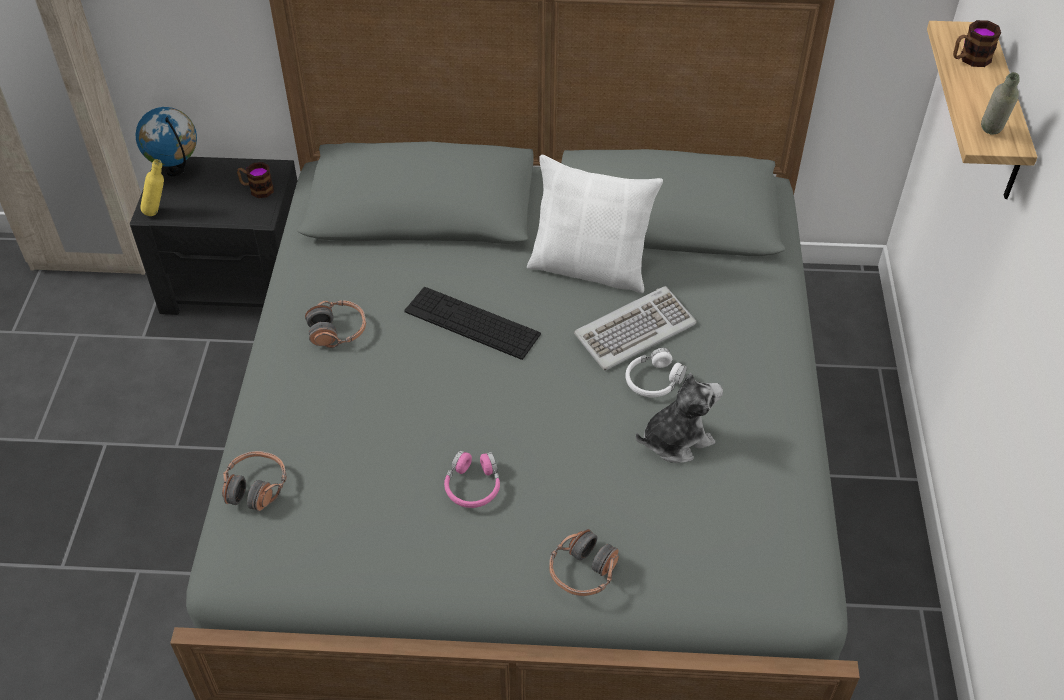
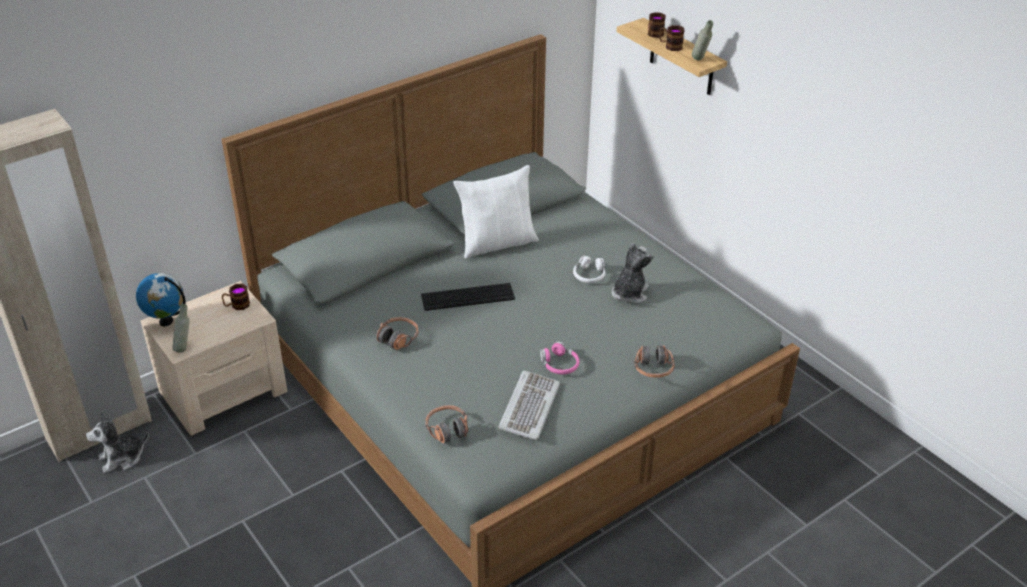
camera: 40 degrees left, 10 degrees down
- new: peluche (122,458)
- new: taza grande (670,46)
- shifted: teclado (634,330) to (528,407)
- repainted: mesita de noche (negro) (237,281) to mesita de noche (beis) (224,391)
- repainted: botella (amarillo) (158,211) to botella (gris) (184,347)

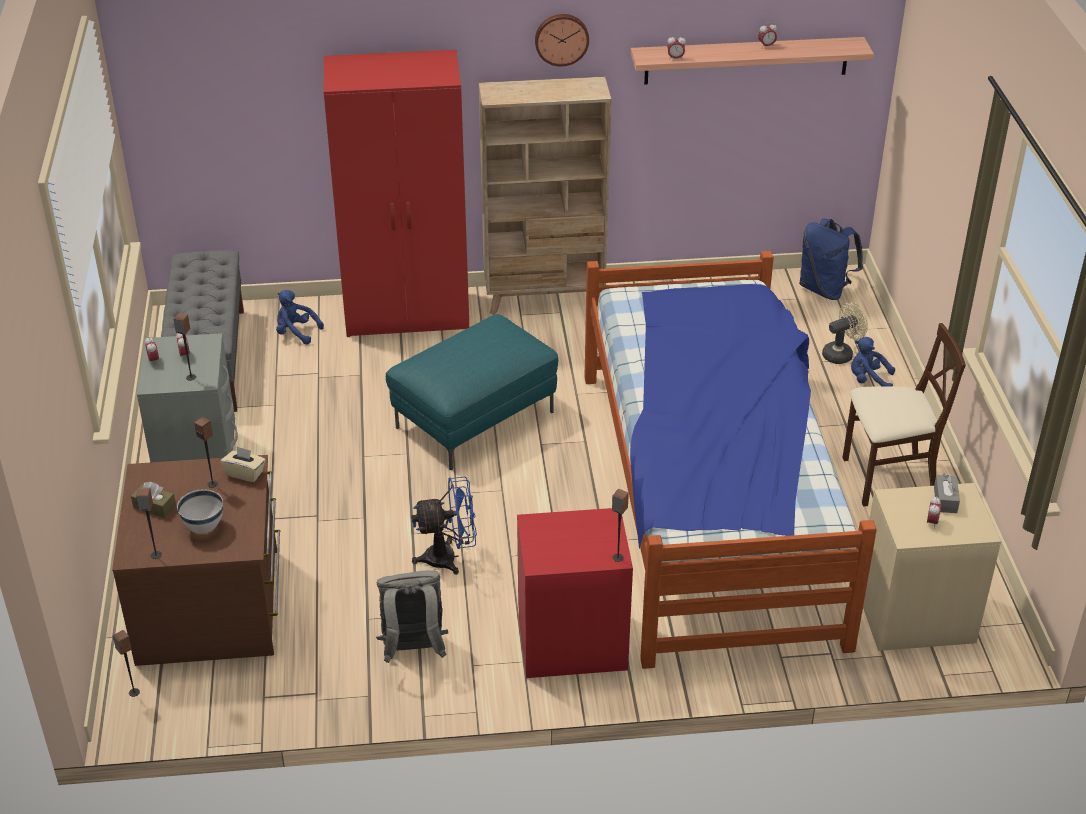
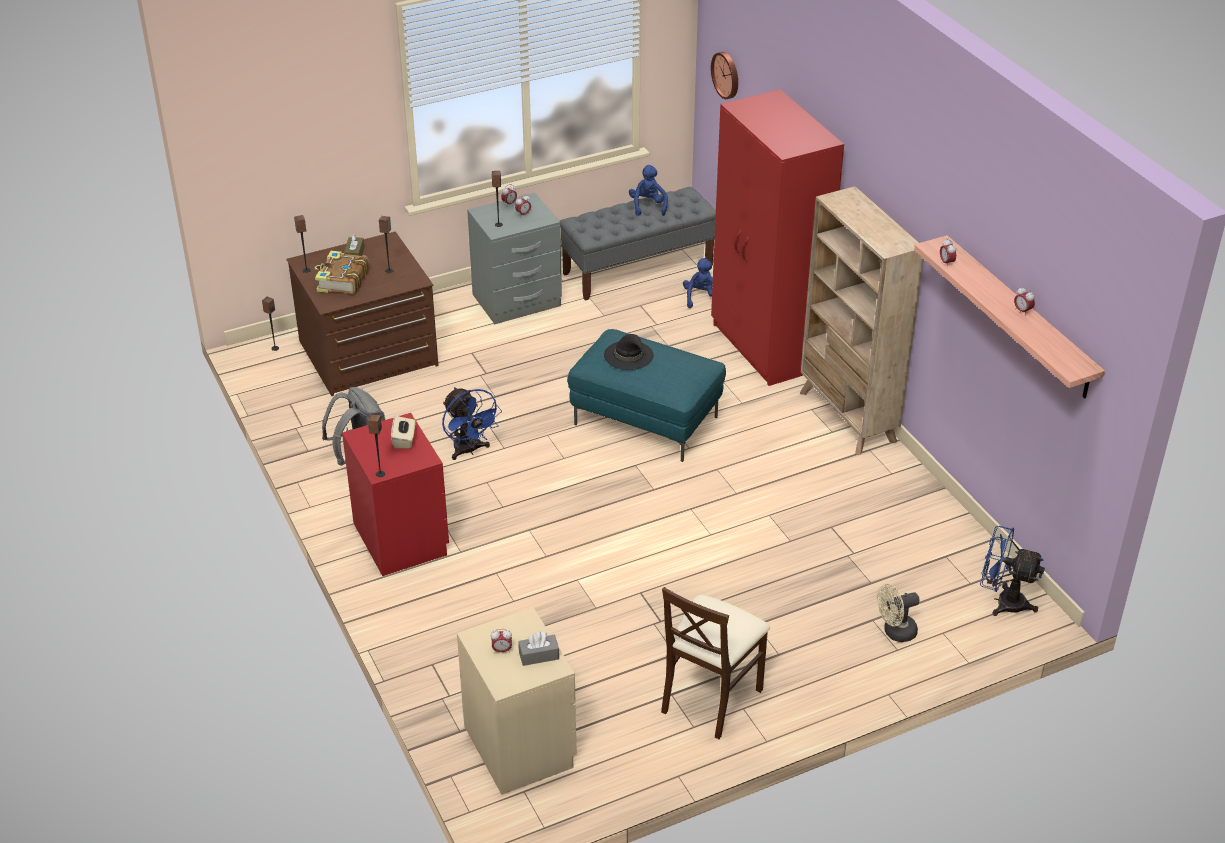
camera: 70 degrees right, 0 degrees up
- gone: cama (709,501)
- new: sombrero (negro) (629,355)
- shifted: caja de pañuelos (beis) (245,473) to (404,440)
- shifted: reloj de pared (561,38) to (727,75)
- shifted: peluche (azul) (868,380) to (648,206)
- swapped: cuenco (blanco) (204,527) to libro (342,281)
- swapped: mochila (azul) (825,289) to ventilador (azul) (1003,601)
- rotated: ventilador (beis) (841,354) = (895,632) 120 degrees clockwise
- rotated: silla (beis) (887,478) = (710,698) 60 degrees clockwise

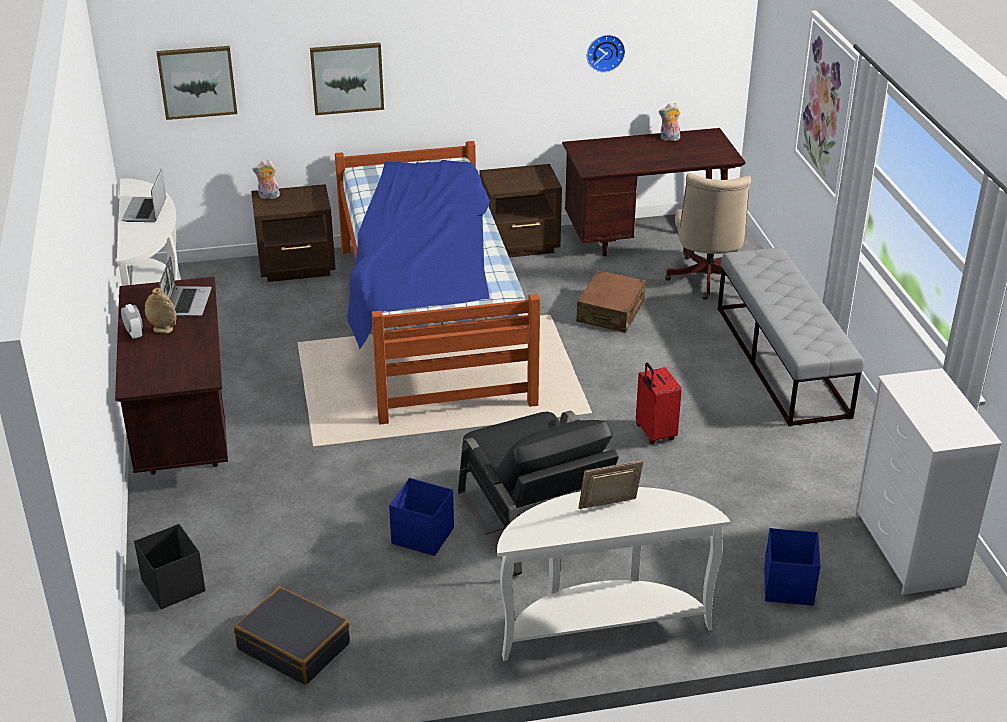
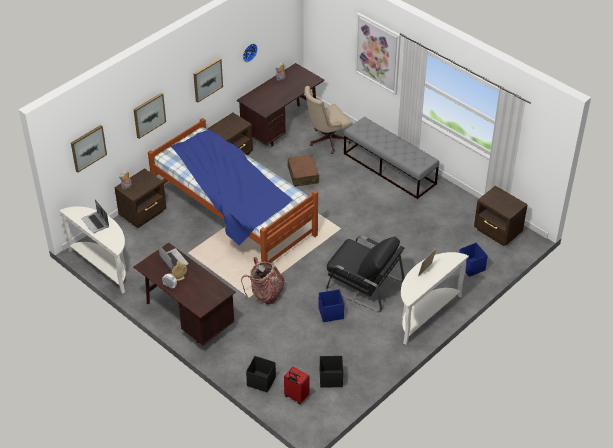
camera: 35 degrees left, 10 degrees up
- new: cuadro (207,79)
- new: mochila (265,294)
- shifted: maleta (rojo) (654,433) to (296,397)
- swapped: maleta (negro) (294,646) to caja de almacenaje (negro) (330,379)
- swapped: cómoda (blanco) (909,550) to mesita de noche (marrón) (497,232)
- rotated: silla de oficina (beis) (706,281) = (326,141) 90 degrees clockwise

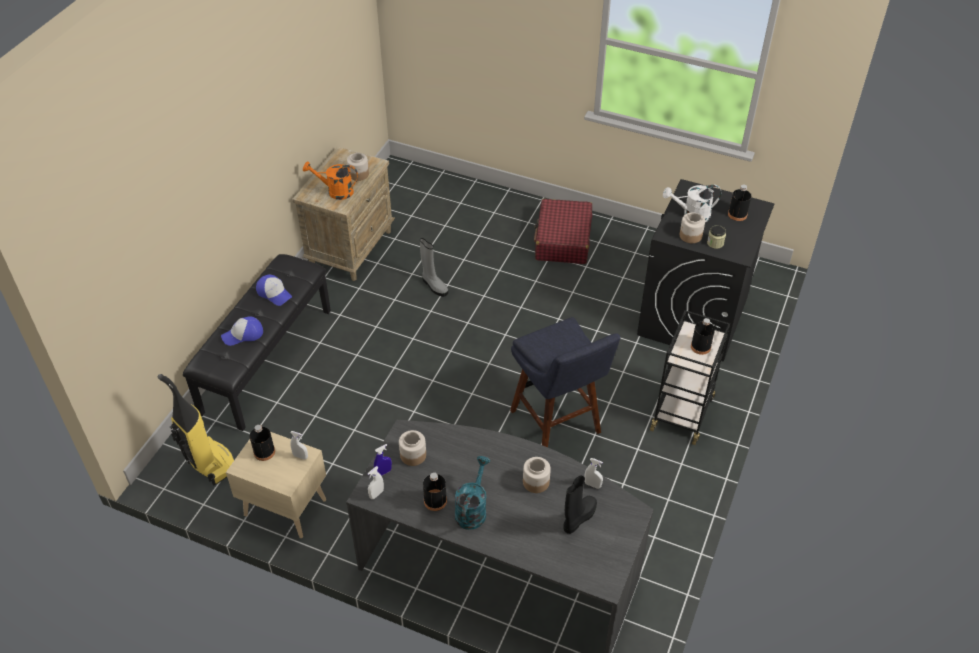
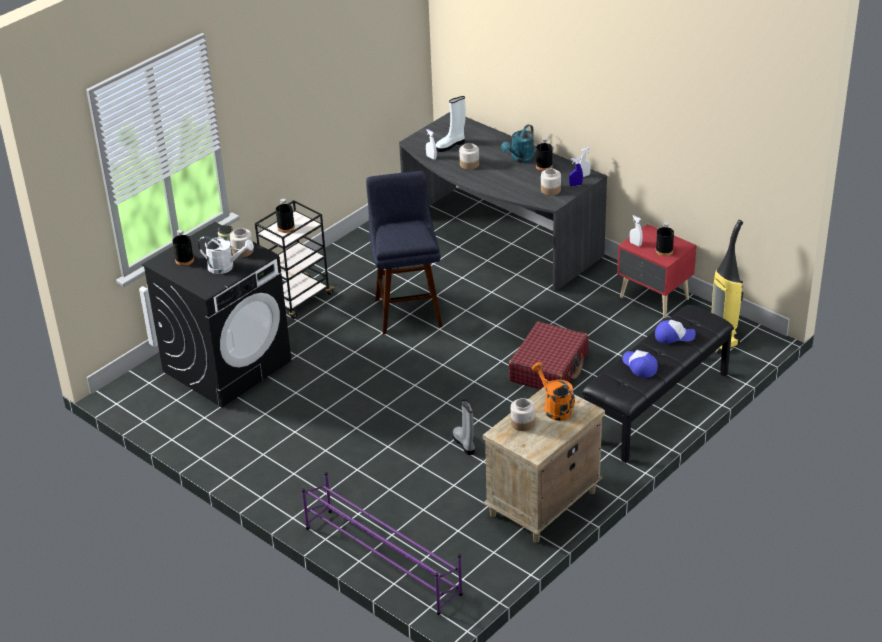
camera: 160 degrees left, 10 degrees down
- new: zapatero (morado) (382,560)
- shifted: maleta (rojo) (563,240) to (549,368)
- repainted: mesita de noche (beis) (285,506) to mesita de noche (rojo) (654,299)
- repainted: bota (negro) (578,518) to bota (blanco) (451,145)
- rotated: regadera (naranja) (335,191) = (554,408) 150 degrees counterclockwise

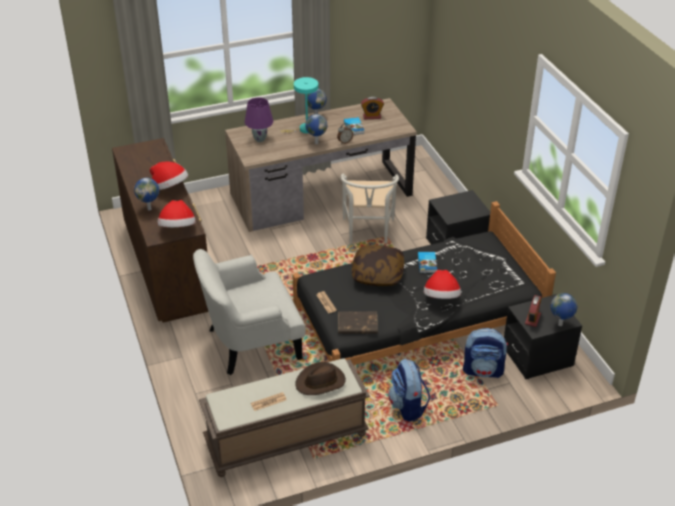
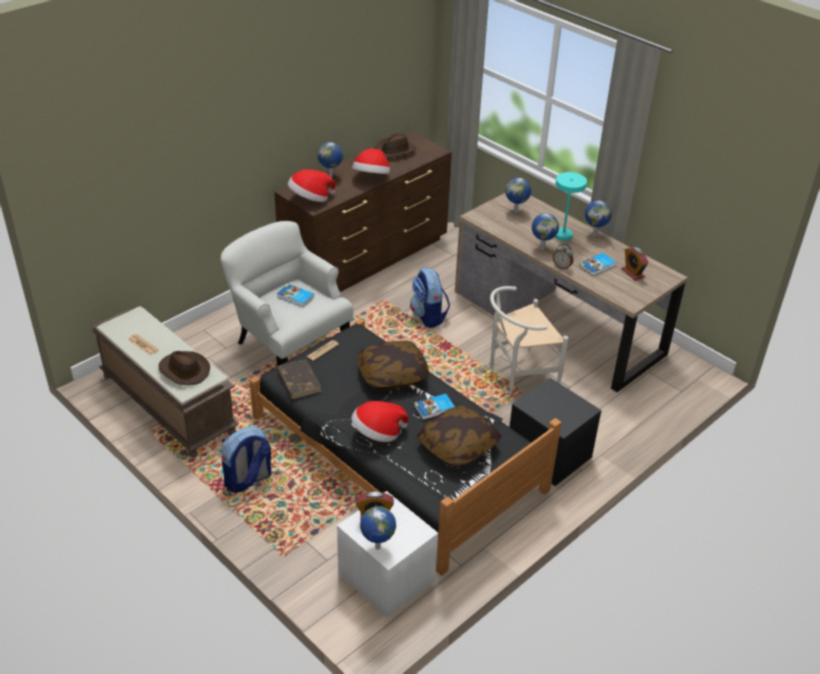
camera: 65 degrees right, 0 degrees up
- new: libro (295,297)
- new: sombrero (marrón) (394,151)
- new: cojín (458,446)
- shifted: mochila (483,370) to (428,316)
- swapped: lámpara de mesa (morado) (260,139) to globo terráqueo (516,212)
- repainted: mesita de noche (negro) (537,357) to mesita de noche (blanco) (386,578)

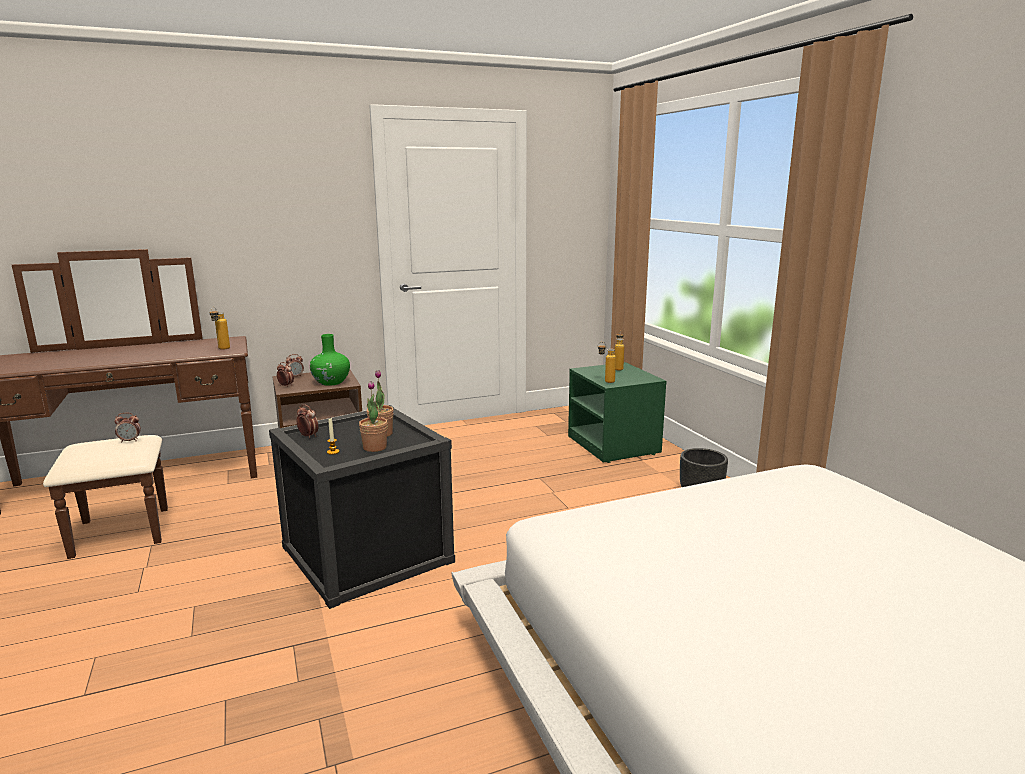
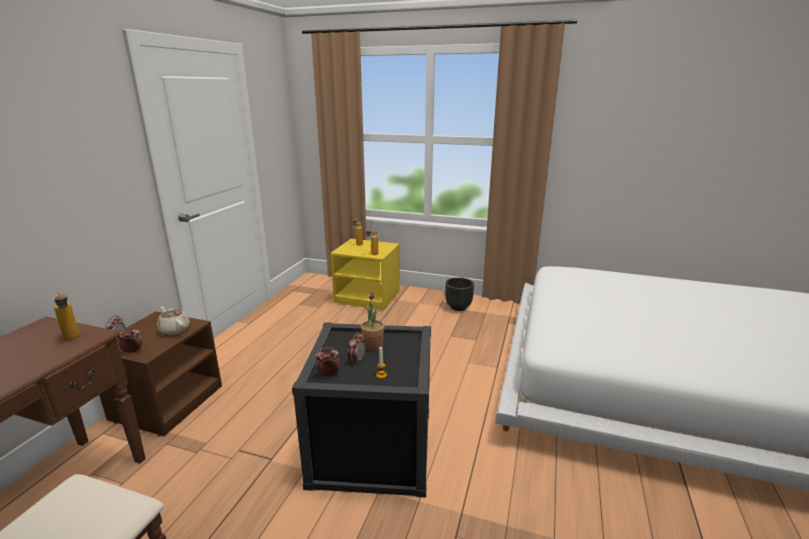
camera: 50 degrees left, 5 degrees up
- gone: planta en maceta (374,447)
- shifted: despertador (130,441) to (357,360)
- swapped: florero (verde) (331,382) to tetera (beis) (174,329)
- repainted: mesita de noche (verde) (614,445) to mesita de noche (amarillo) (368,297)

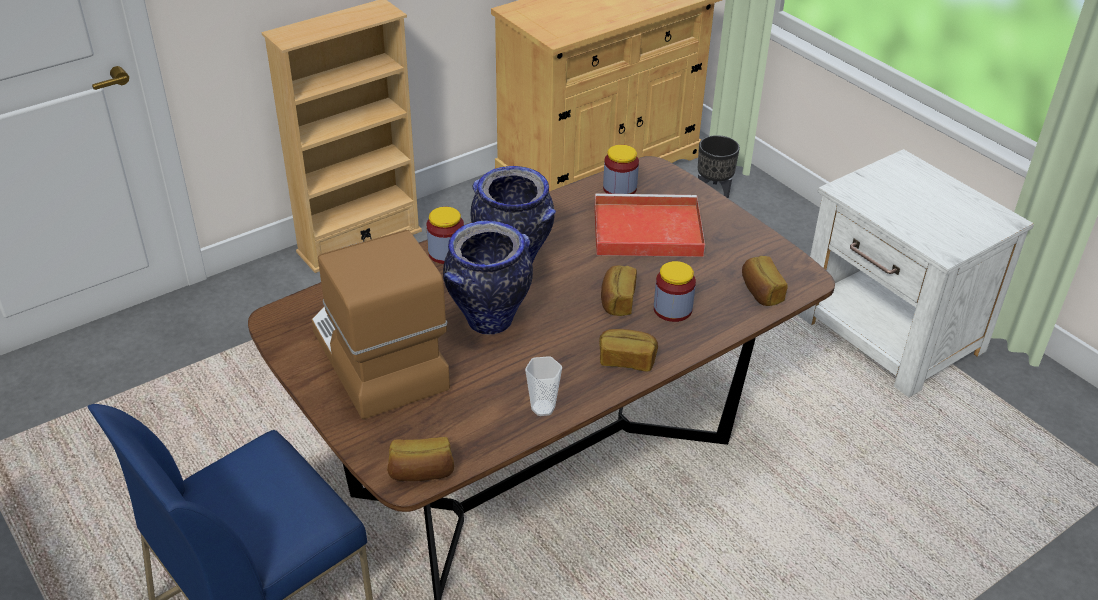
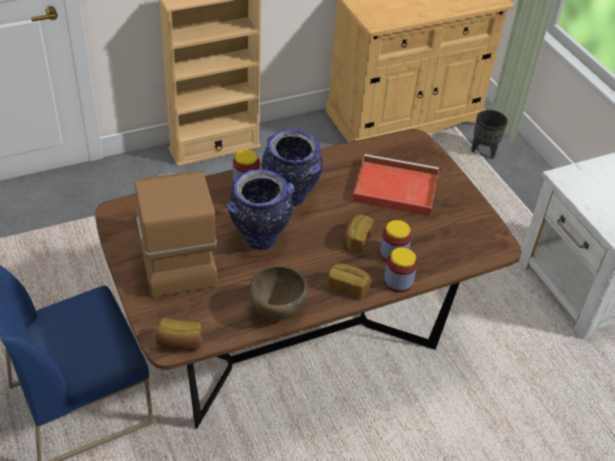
camera: 10 degrees right, 5 degrees up
- gone: pan (760,292)
- shifted: tarro (619,188) to (398,281)
- swapped: taza (543,408) to cuenco (marrón) (277,312)

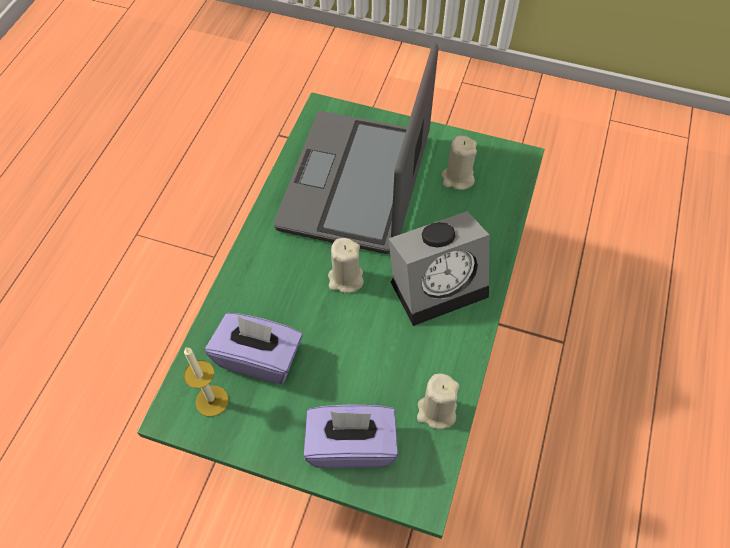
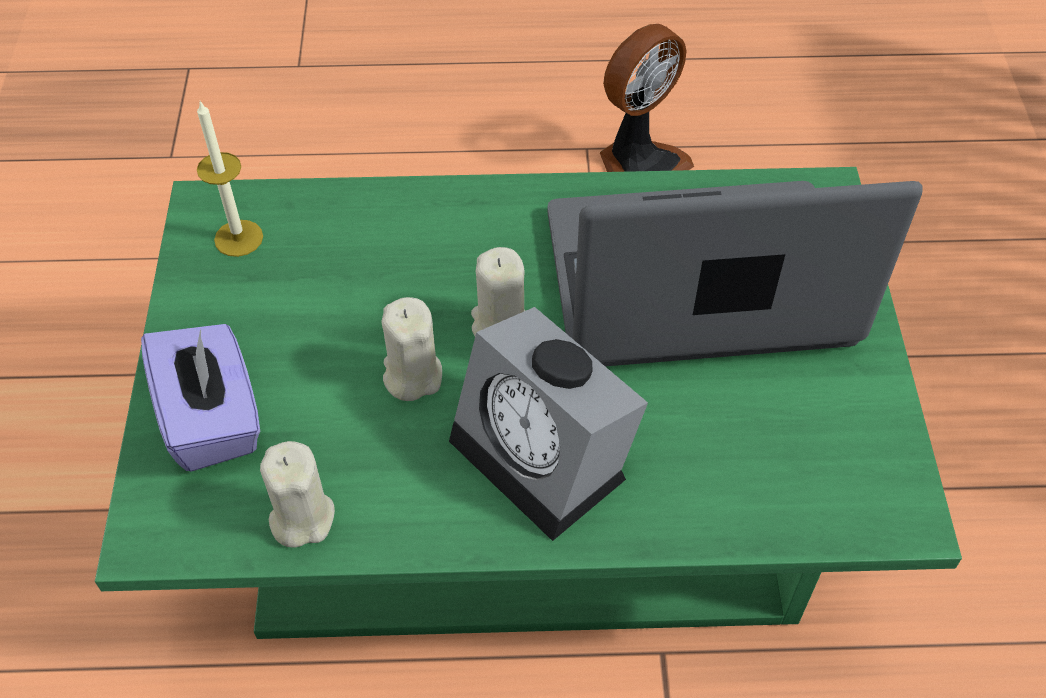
camera: 70 degrees right, 5 degrees down
- gone: caja de pañuelos (morado) (259,358)
- new: ventilador (639,165)
- shifted: vela (beis) (457,178) to (412,375)

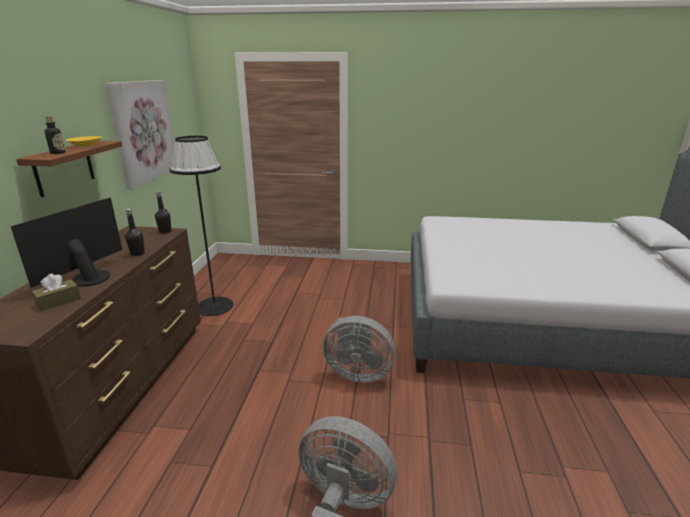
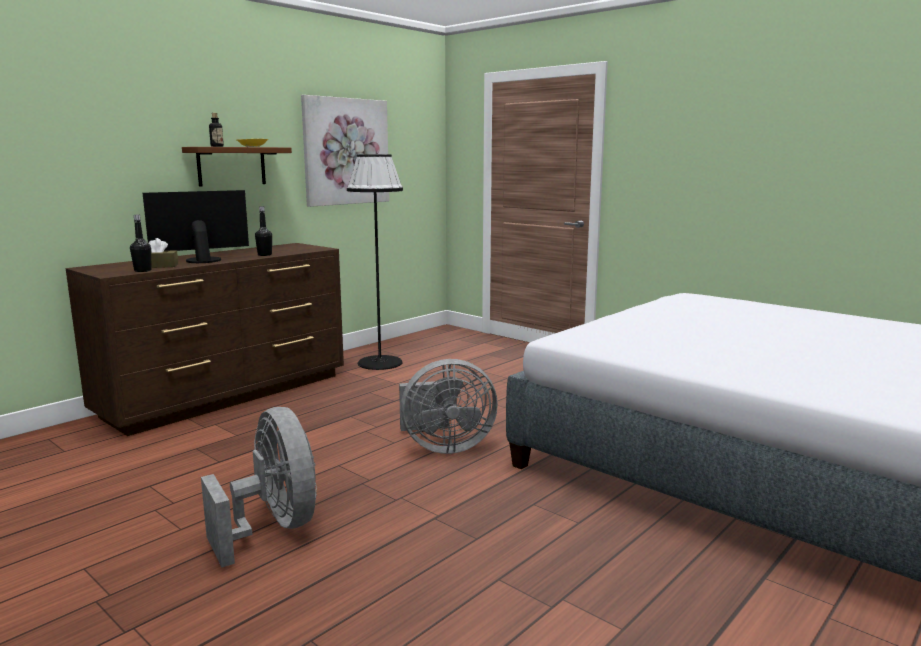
camera: 35 degrees right, 10 degrees down
- shifted: botella (negro) (165,231) to (143,270)
- rotated: ventilador (gris) (357,373) = (444,446) 60 degrees counterclockwise

